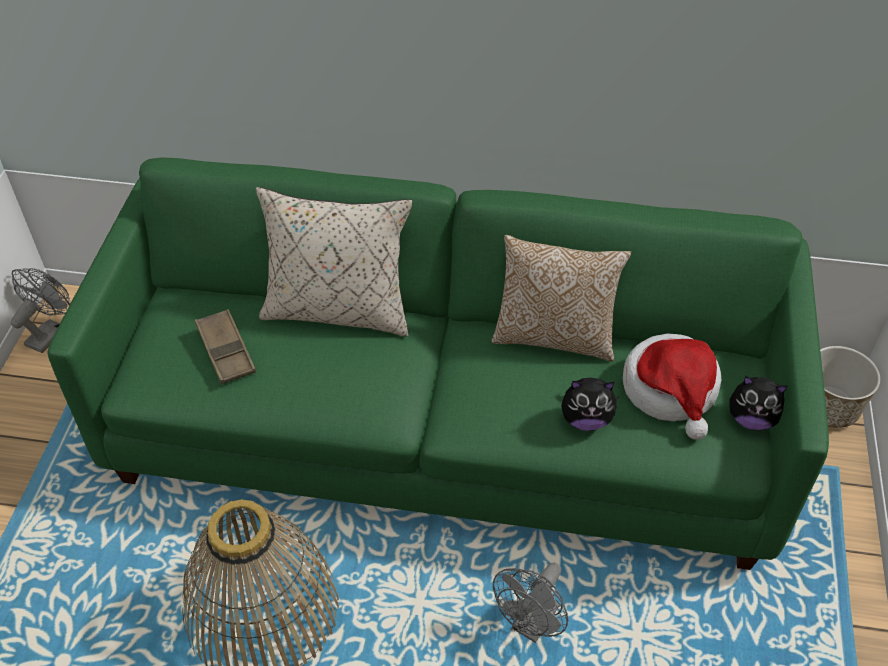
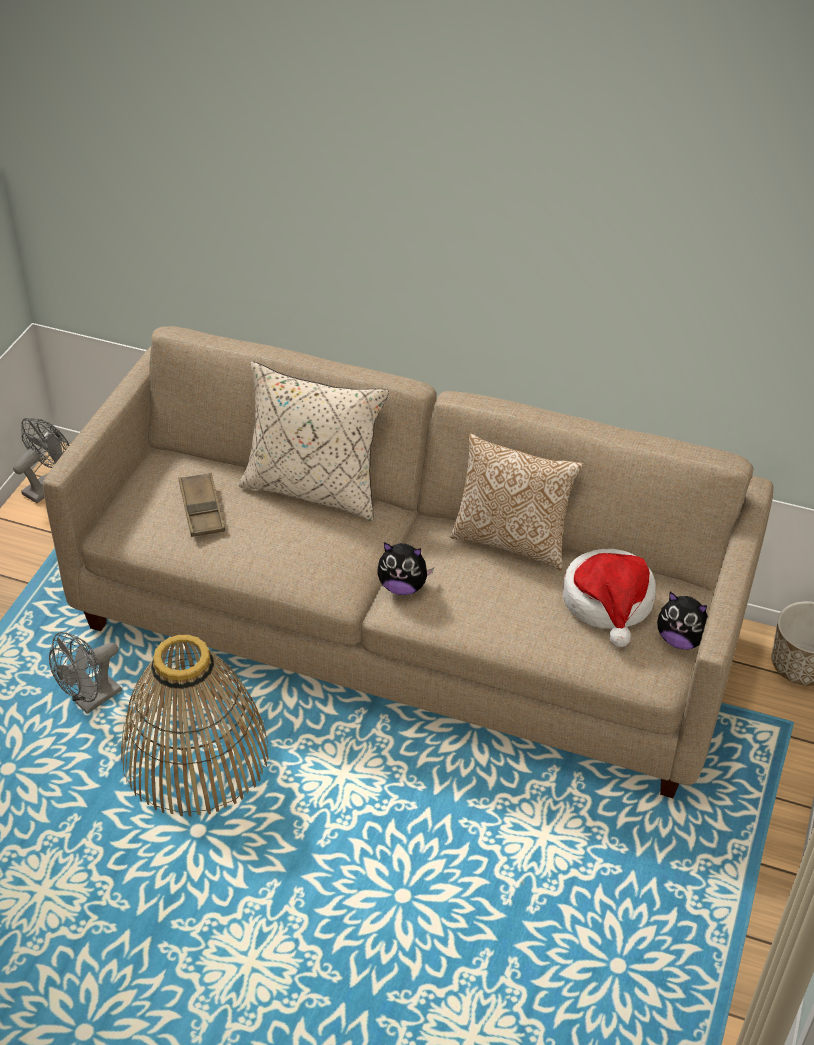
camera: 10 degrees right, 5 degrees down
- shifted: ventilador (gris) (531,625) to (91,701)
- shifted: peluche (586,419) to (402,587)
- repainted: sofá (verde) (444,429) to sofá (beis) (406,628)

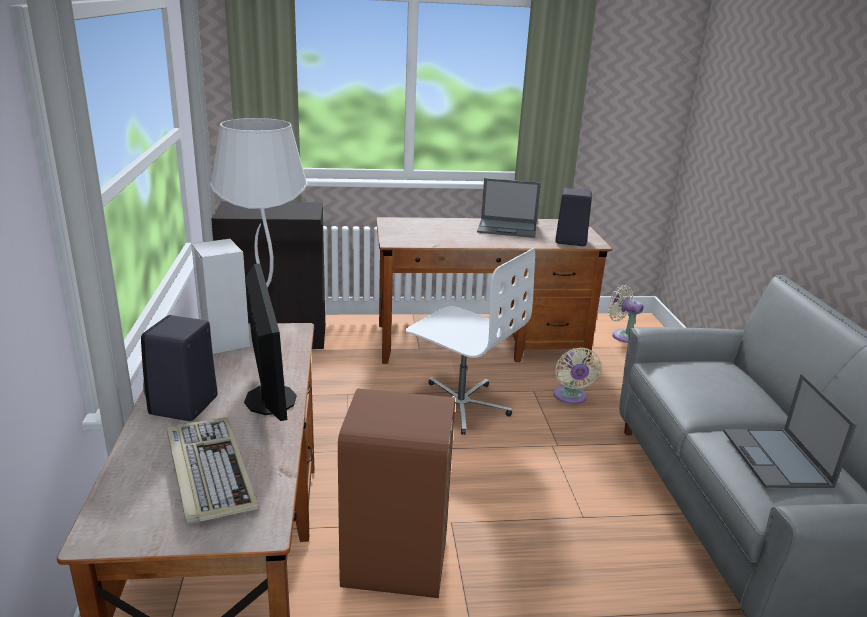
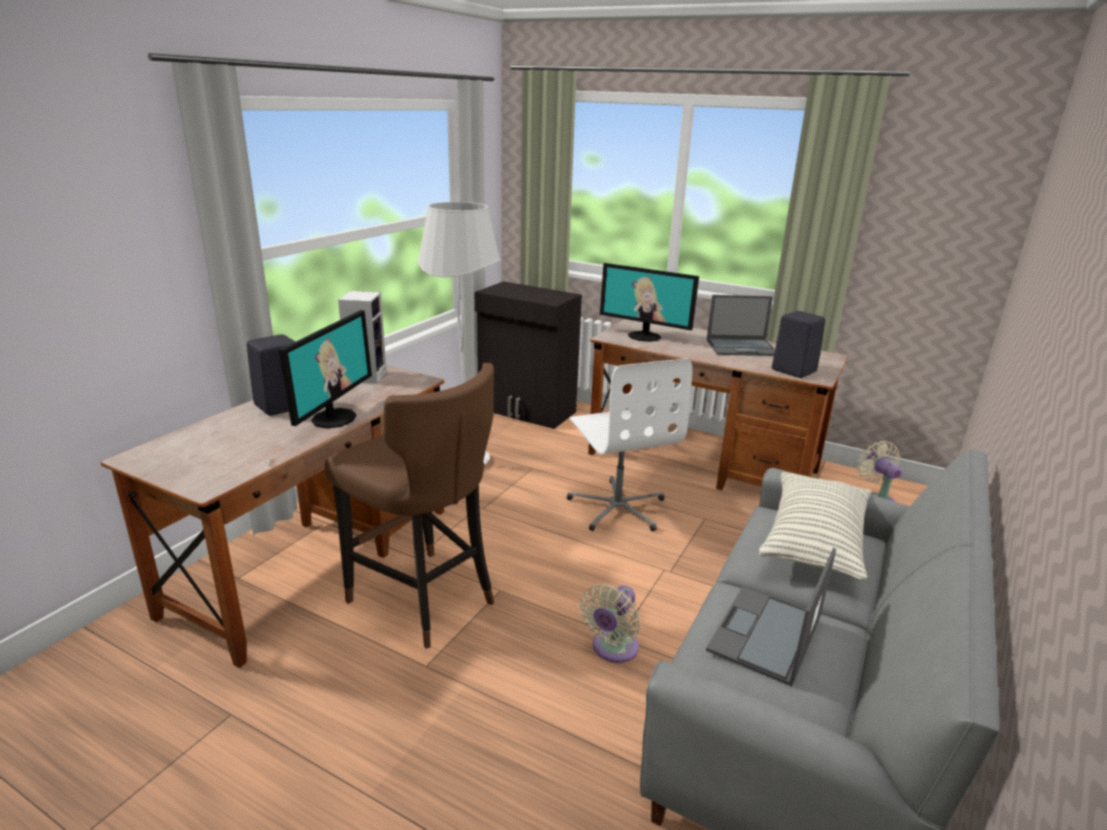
camera: 35 degrees right, 0 degrees up
- gone: teclado (208,471)
- new: monitor (644,336)
- new: cojín (814,541)
- shifted: ventilador (beis) (570,397) to (612,649)
- swapped: papelera (marrón) (396,564) to taburete (marrón) (424,600)
- rotated: portátil (508,228) = (742,347) 45 degrees counterclockwise

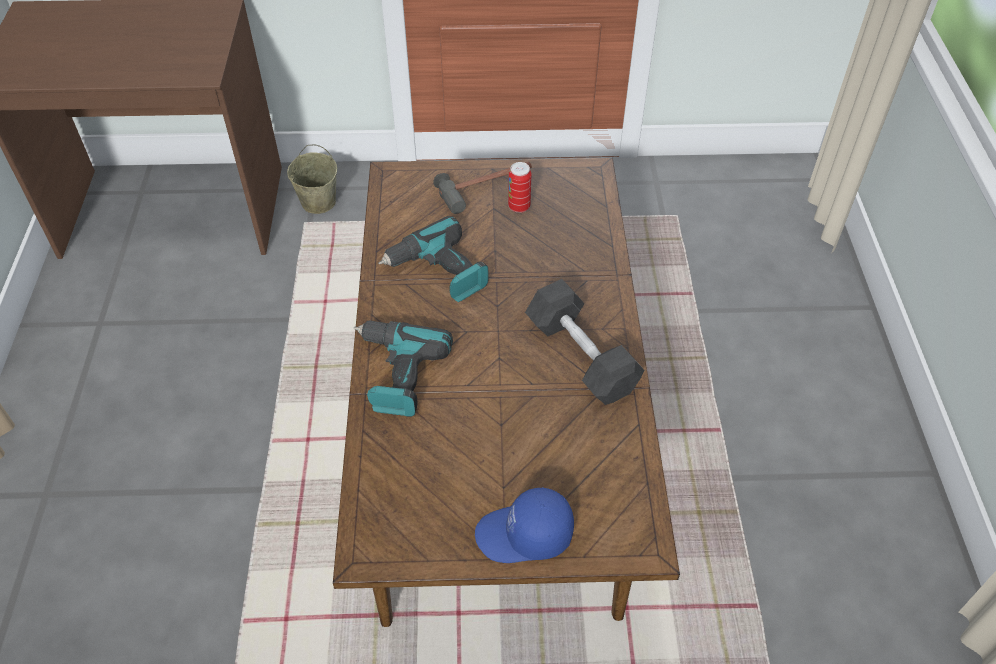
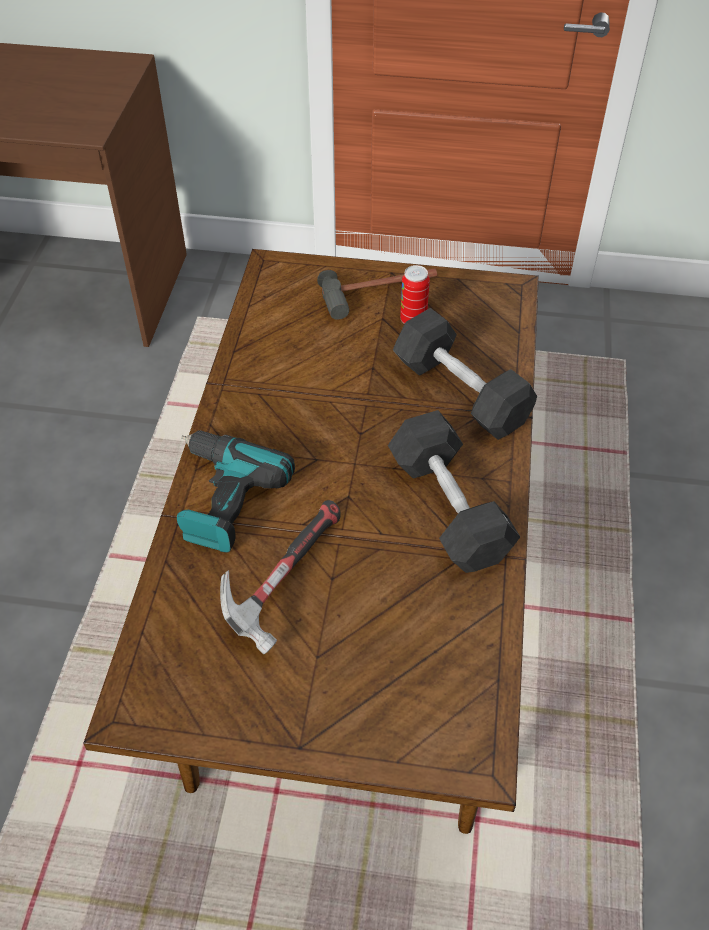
camera: 10 degrees right, 0 degrees up
- gone: cubo (beis) (318,201)
- gone: taladro (438,272)
- gone: gorra (azul) (524,535)
- new: martillo (284,582)
- new: mancuerna (negro) (461,392)

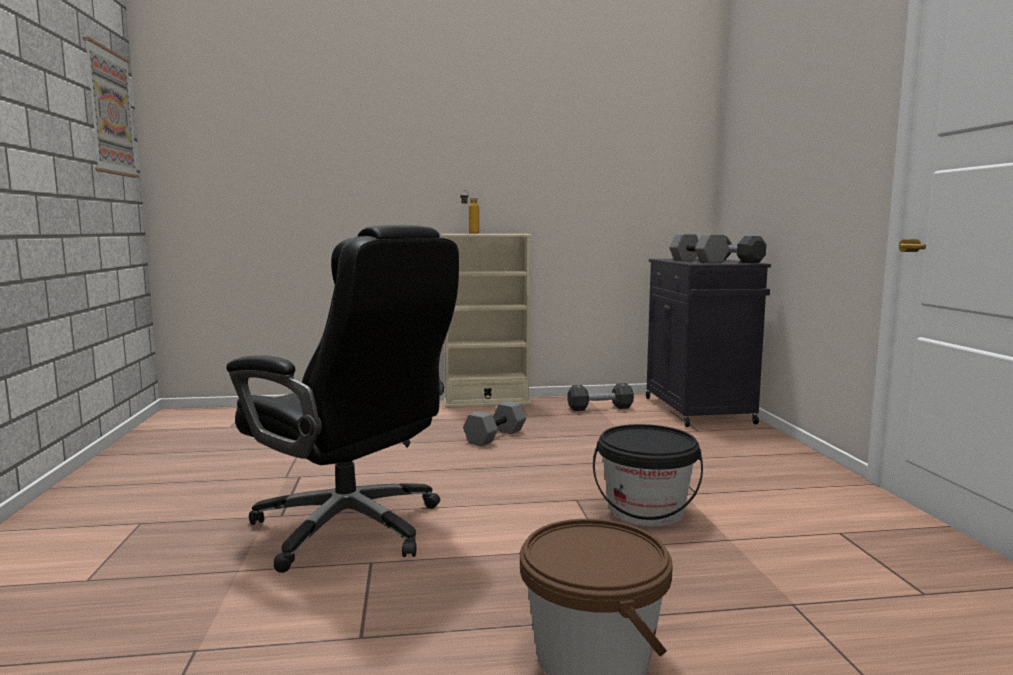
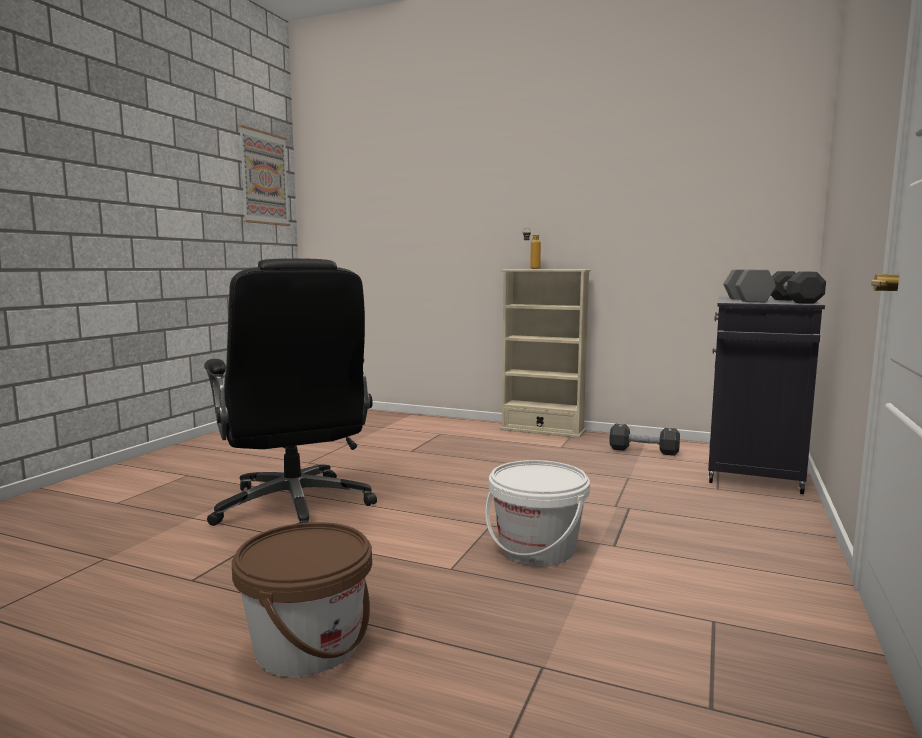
camera: 30 degrees right, 0 degrees up
- gone: mancuerna (gris) (495,437)
- repainted: cubo (negro) (645,511) to cubo (blanco) (537,549)

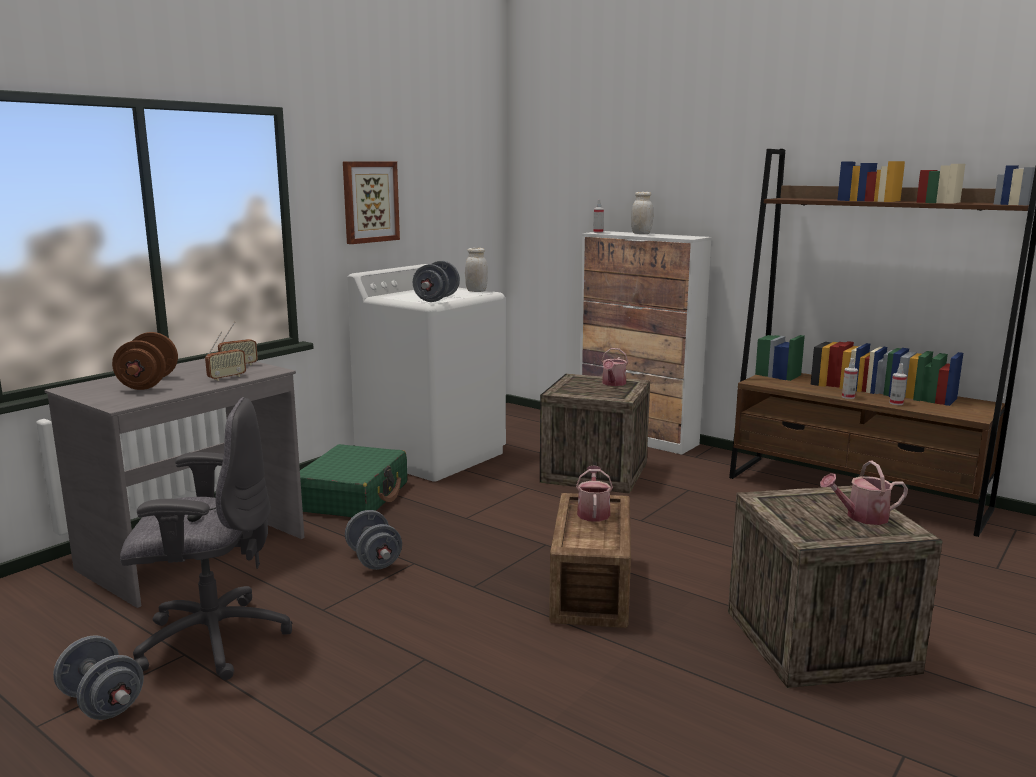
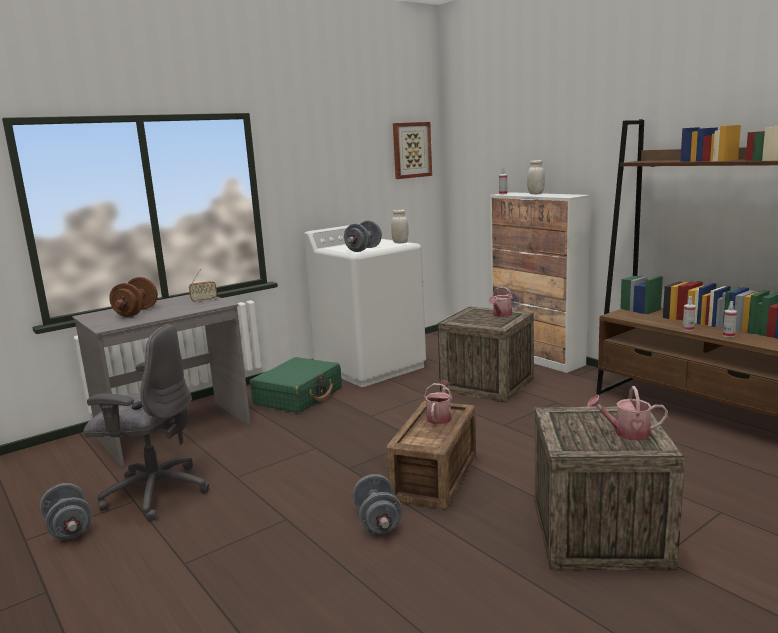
camera: 15 degrees right, 0 degrees up
- gone: radio (227,378)
- shifted: cuadro (370,202) to (411,150)
- shifted: mancuerna (gris) (374,560) to (378,522)

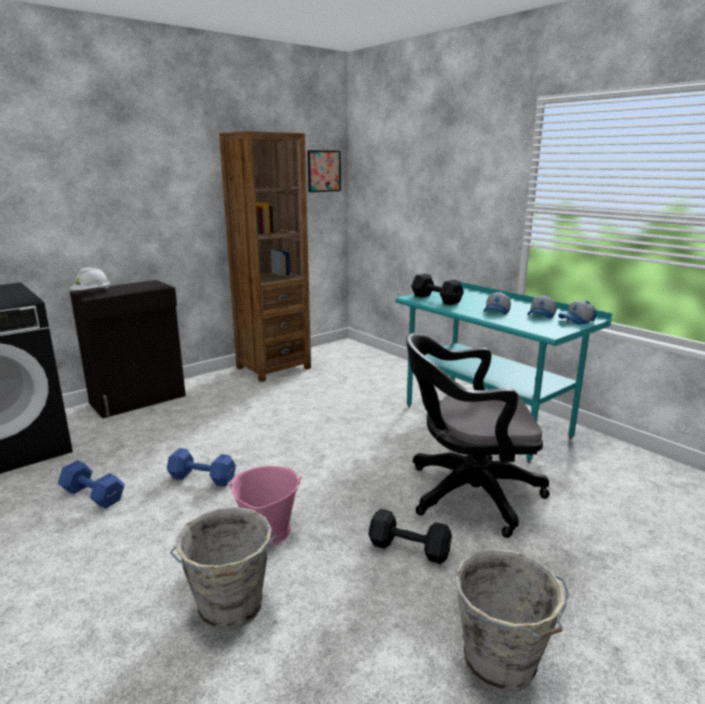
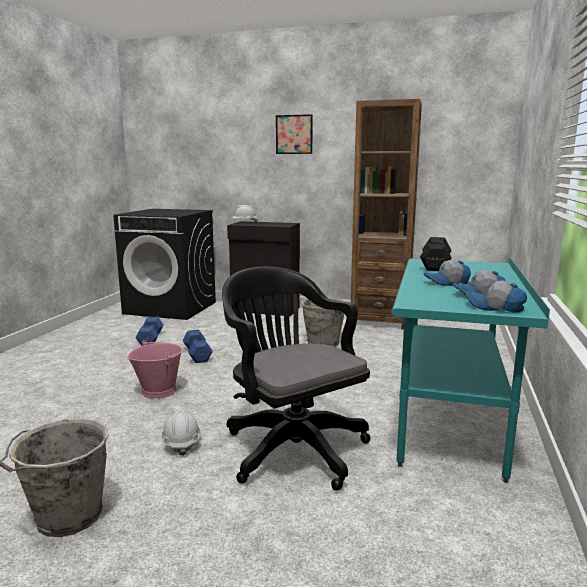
camera: 55 degrees right, 5 degrees down
- shifted: cubo (gris) (230,608) to (322,343)
- shifted: cuadro (324,171) to (294,134)
- swapped: mancuerna (negro) (410,549) to casco (blanco) (181,443)

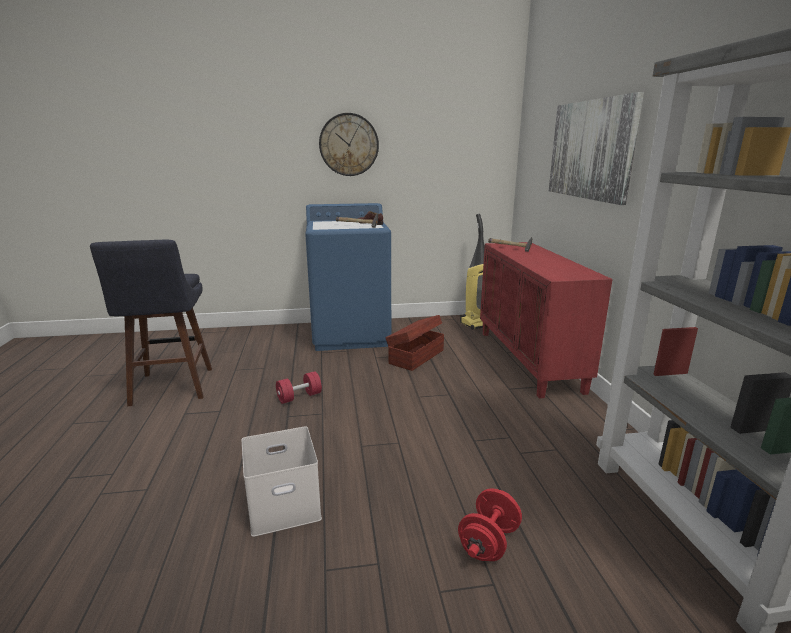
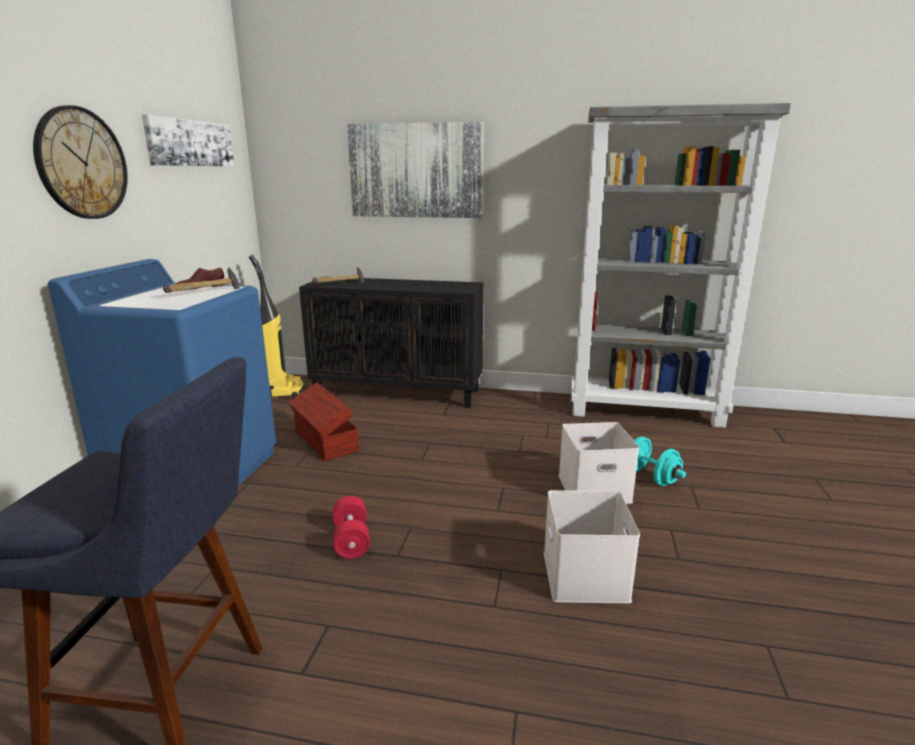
camera: 70 degrees left, 0 degrees up
- new: cuadro (190,143)
- new: caja de almacenaje (blanco) (593,489)
- repainted: mancuerna (rojo) (488,542) to mancuerna (turquesa) (650,477)
- repainted: armario (rojo) (529,360) to armario (negro) (398,392)

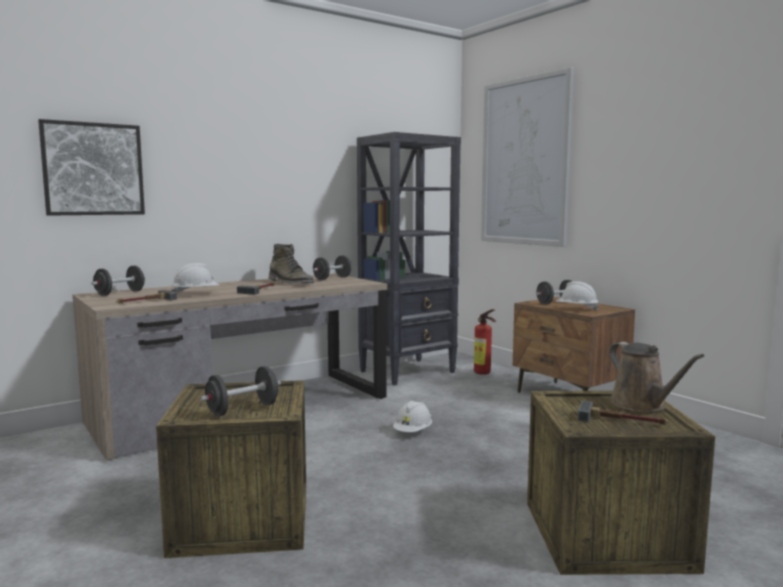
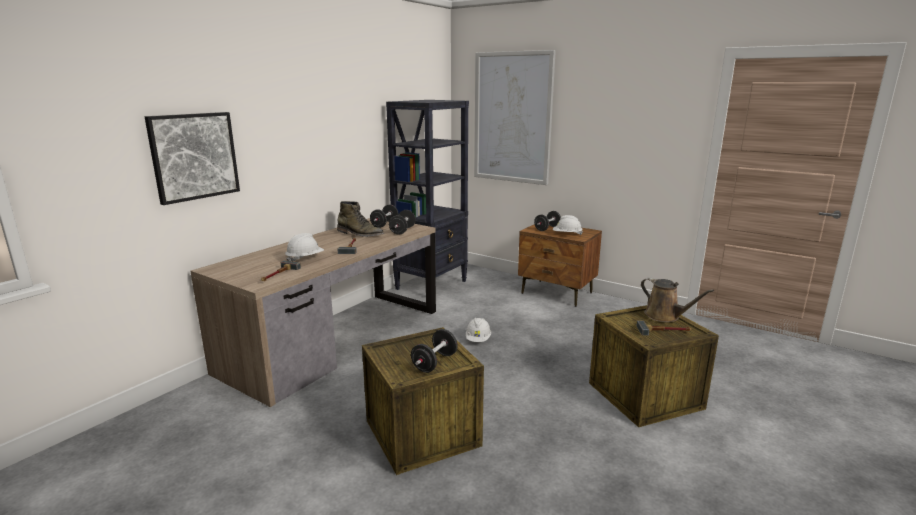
camera: 20 degrees left, 10 degrees up
- gone: extintor (484,373)
- shifted: mancuerna (negro) (120,293) to (402,230)

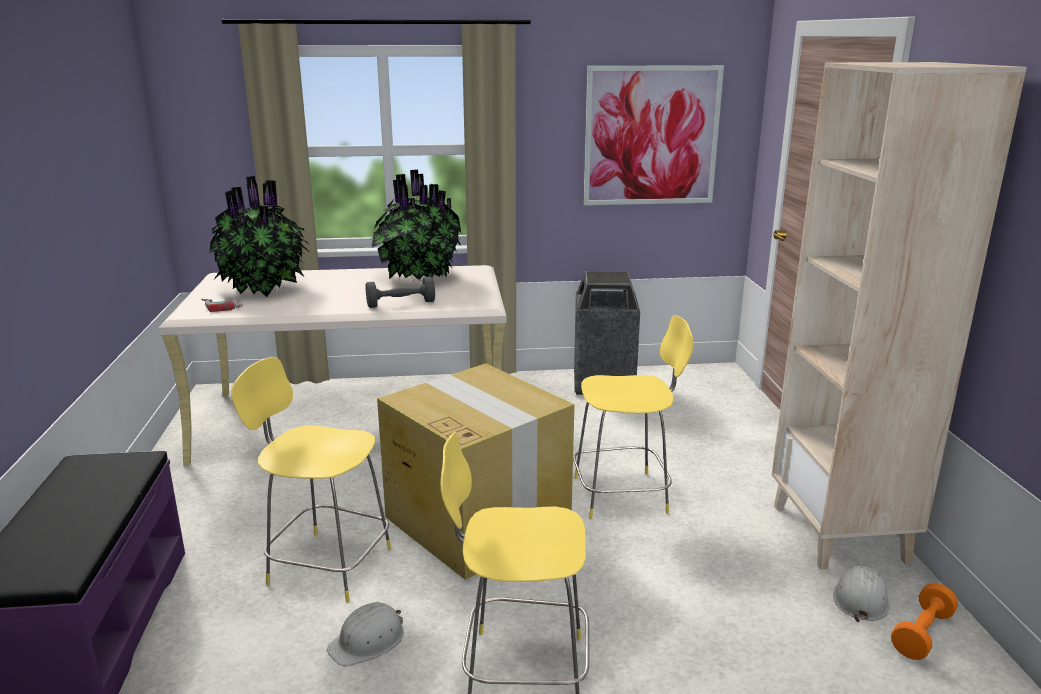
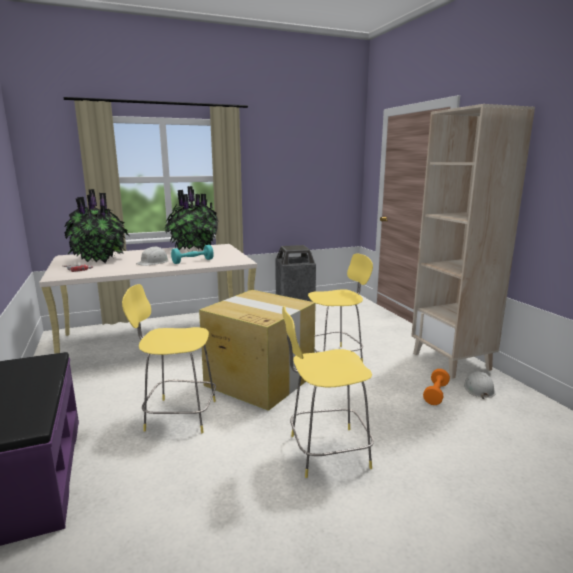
camera: 15 degrees left, 5 degrees down
- gone: cuadro (651,136)
- shifted: casco (blanco) (368,641) to (153,262)
- shifted: mancuerna (naranja) (922,634) to (436,394)
- repainted: mancuerna (gris) (401,304) to mancuerna (turquesa) (193,261)

